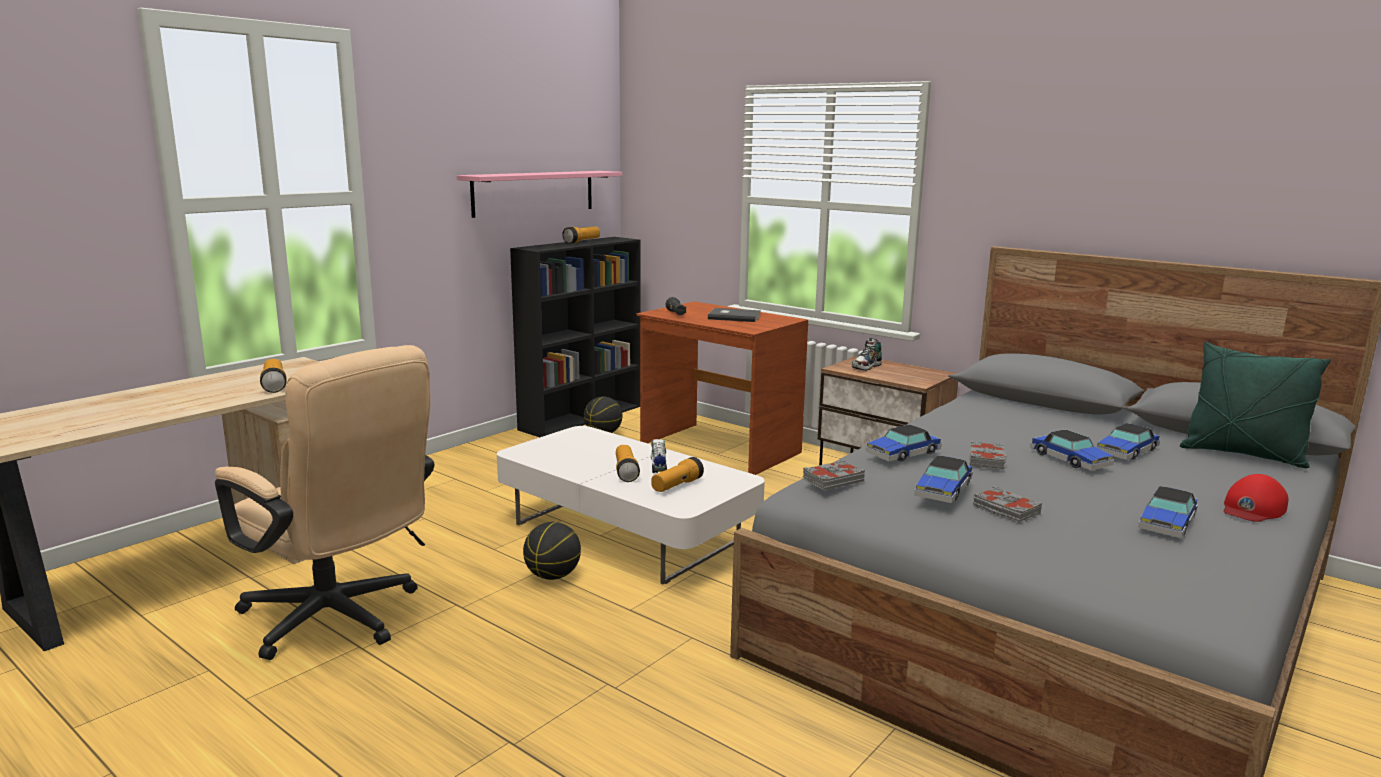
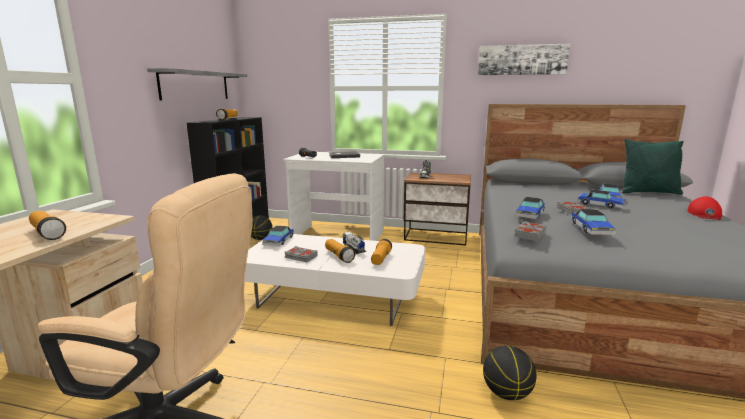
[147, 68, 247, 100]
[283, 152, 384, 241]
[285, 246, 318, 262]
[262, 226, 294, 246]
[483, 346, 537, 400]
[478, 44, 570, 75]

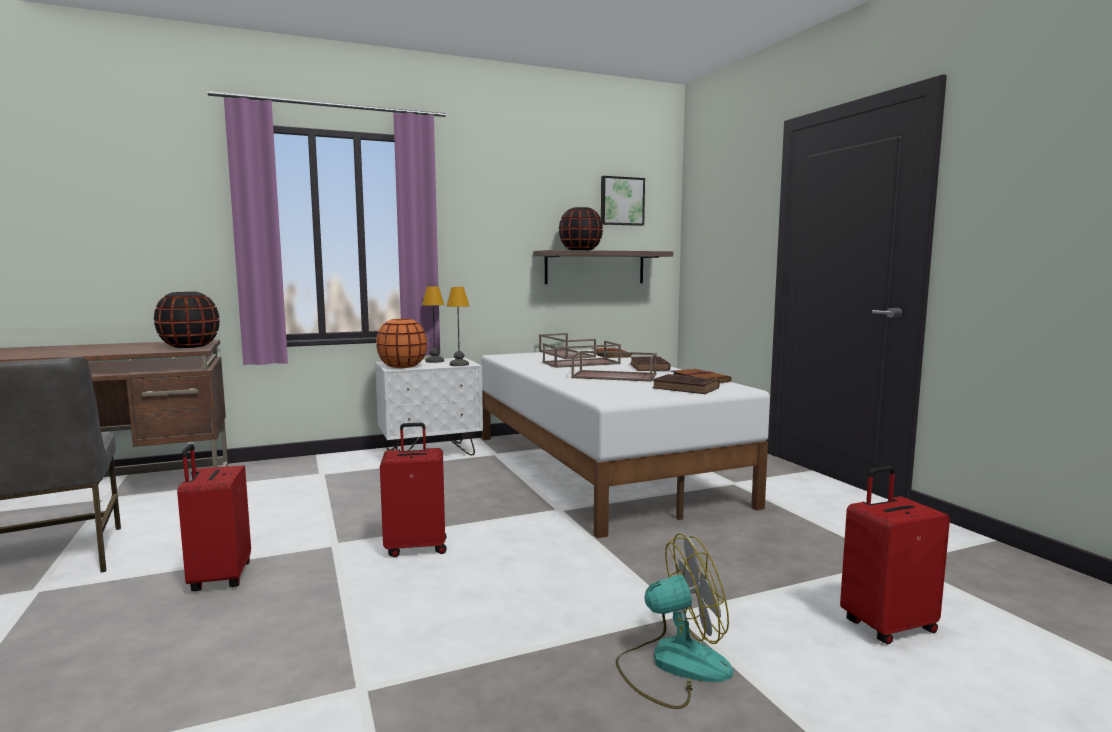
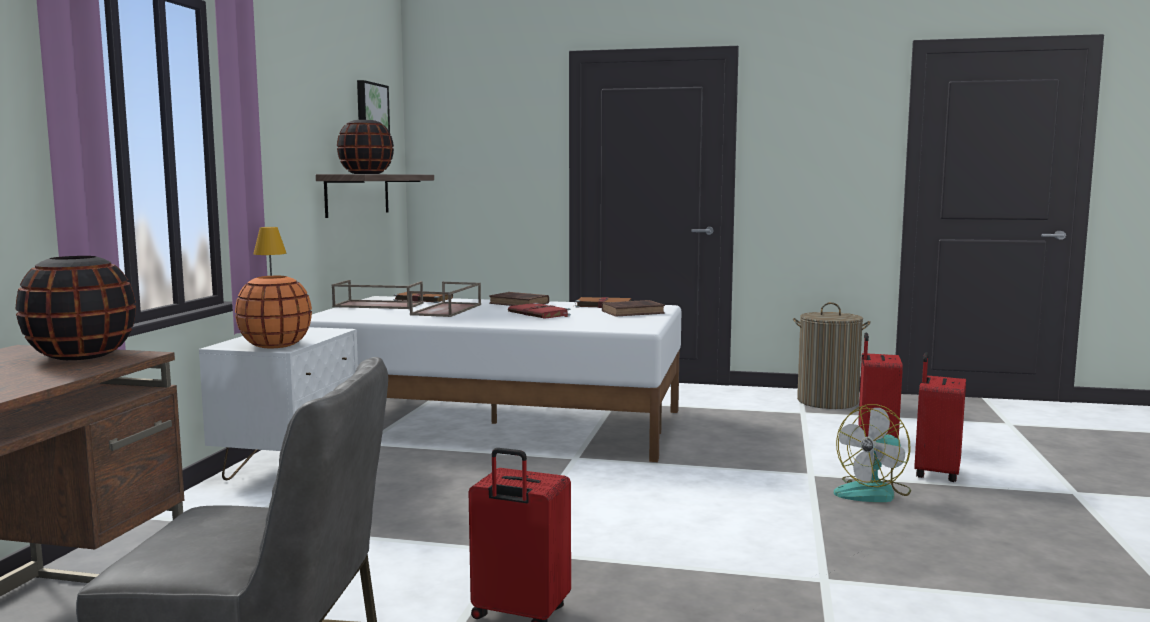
[447, 287, 469, 366] (first image)
[508, 303, 571, 319]
[914, 352, 966, 482]
[834, 404, 911, 502]
[793, 302, 871, 409]

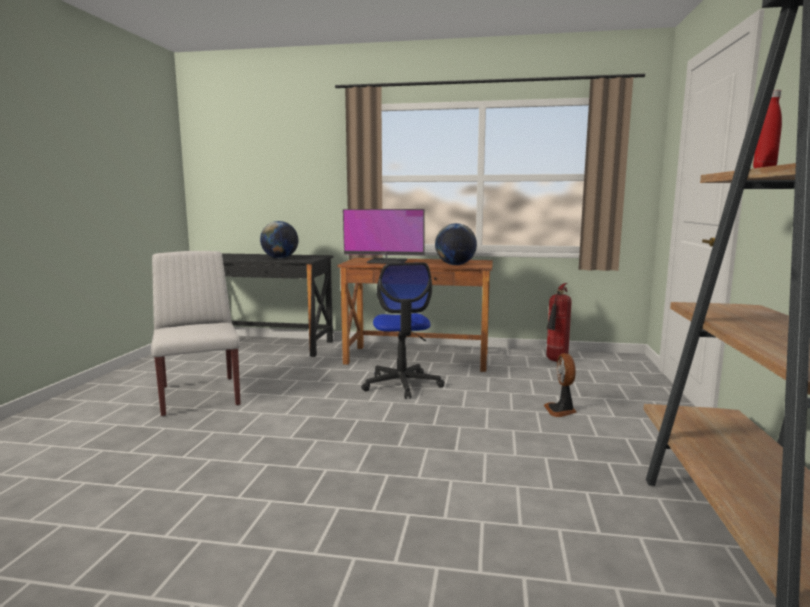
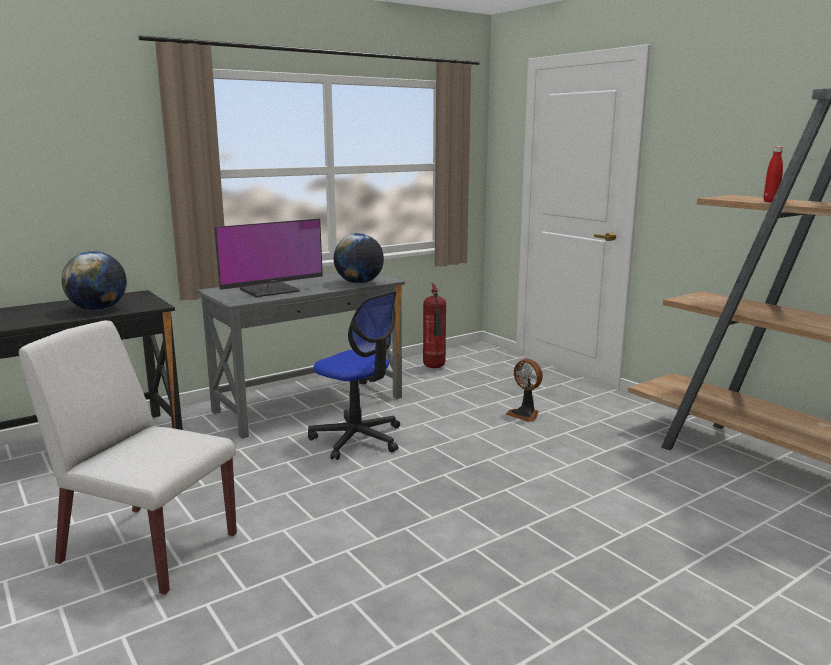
[197, 272, 405, 439]

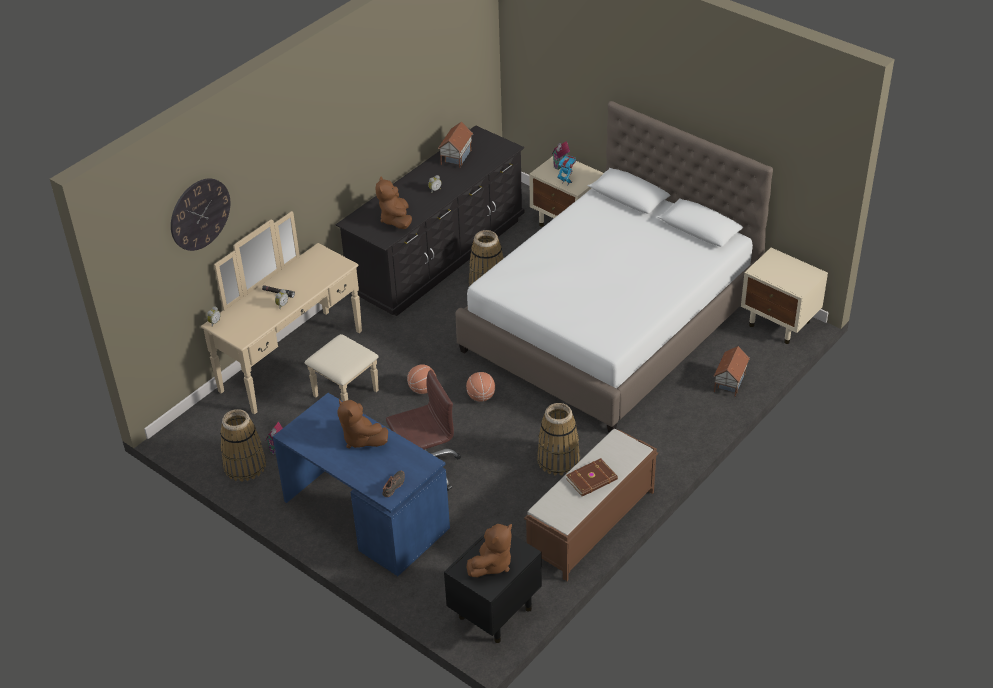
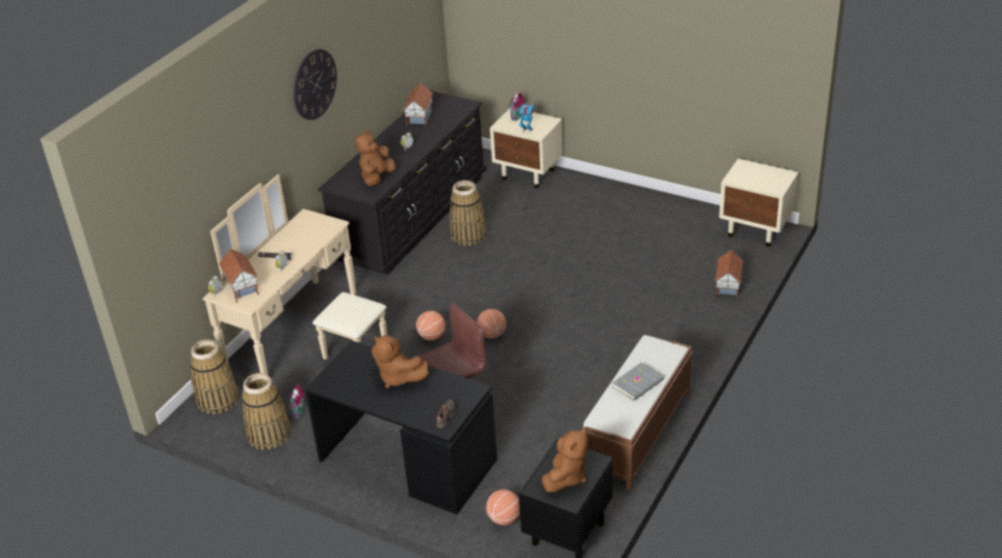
[456, 101, 773, 432] (first image)
[355, 130, 396, 186]
[293, 49, 337, 120]
[305, 340, 497, 514]
[190, 339, 239, 414]
[612, 362, 664, 401]
[219, 249, 259, 303]
[486, 489, 520, 525]

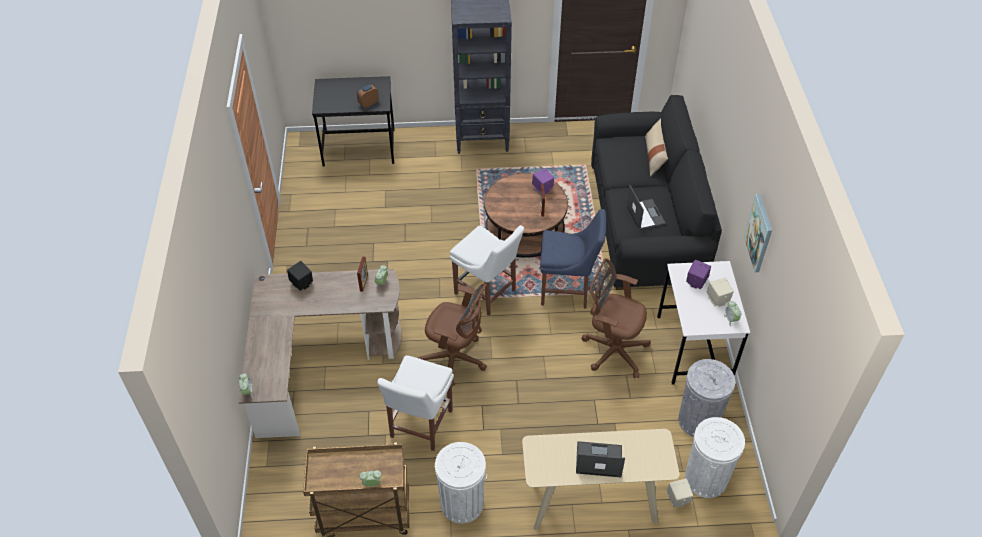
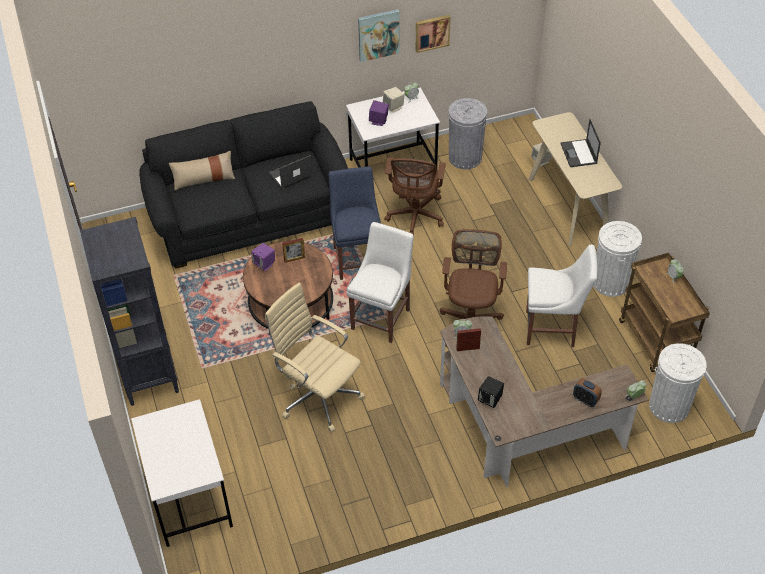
[131, 399, 233, 547]
[573, 378, 602, 407]
[649, 343, 707, 423]
[416, 15, 451, 53]
[265, 282, 366, 433]

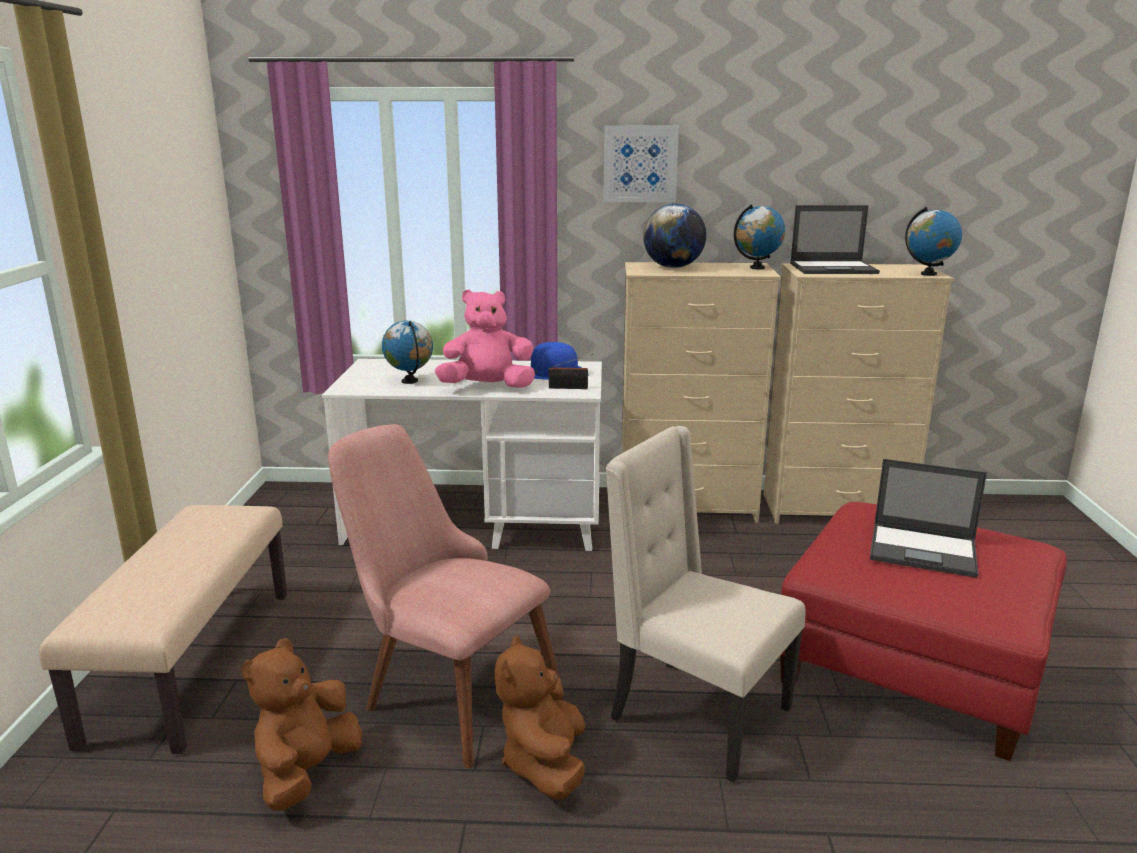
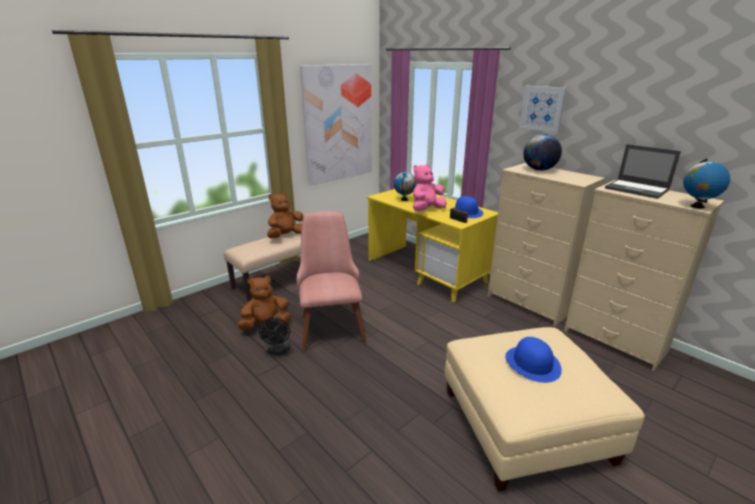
[734, 204, 785, 270] (first image)
[413, 164, 447, 211]
[367, 189, 498, 302]
[606, 426, 806, 782] (first image)
[505, 337, 562, 383]
[445, 327, 645, 491]
[267, 193, 303, 238]
[300, 64, 372, 186]
[259, 316, 290, 355]

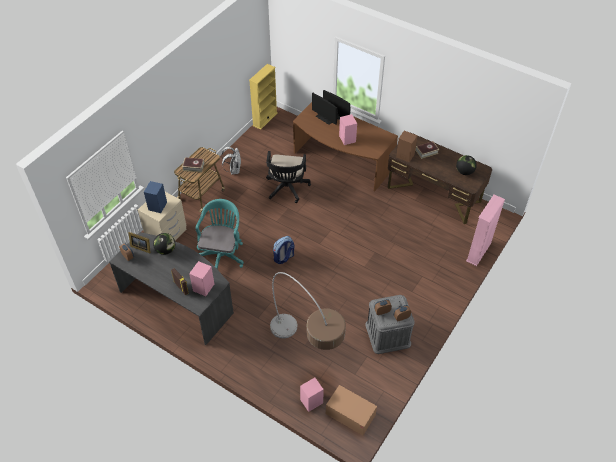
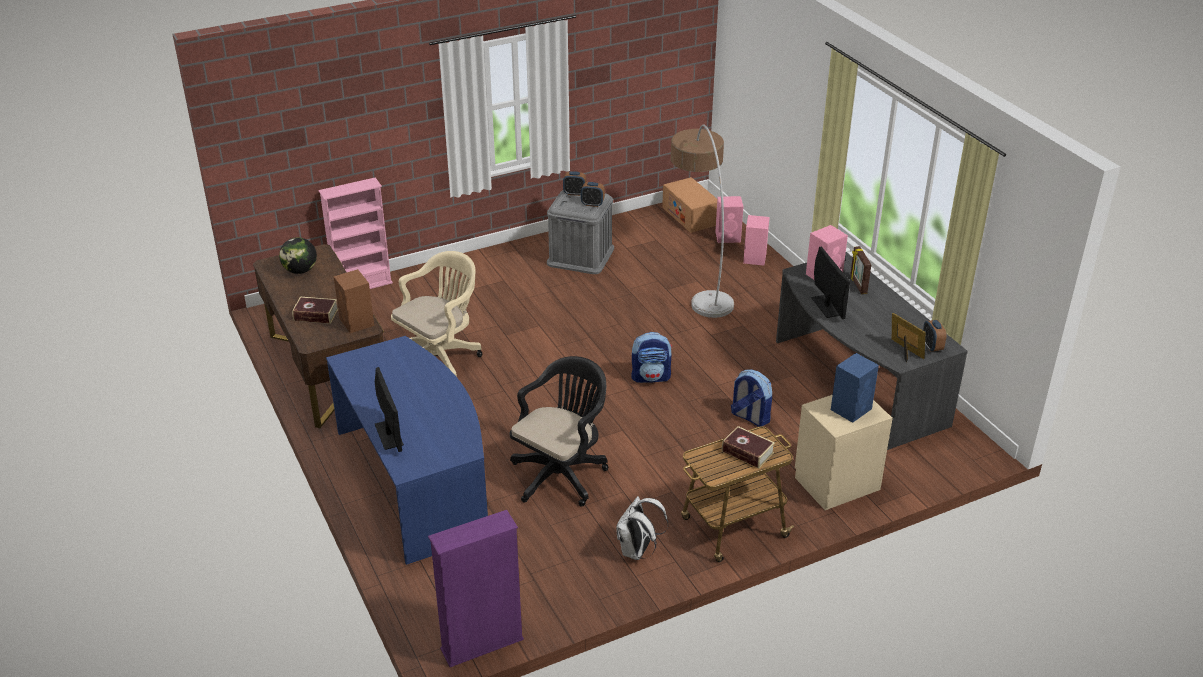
[428, 510, 524, 667]
[811, 247, 850, 319]
[326, 336, 488, 565]
[743, 215, 770, 265]
[731, 369, 772, 427]
[153, 233, 175, 255] (first image)
[391, 251, 482, 377]

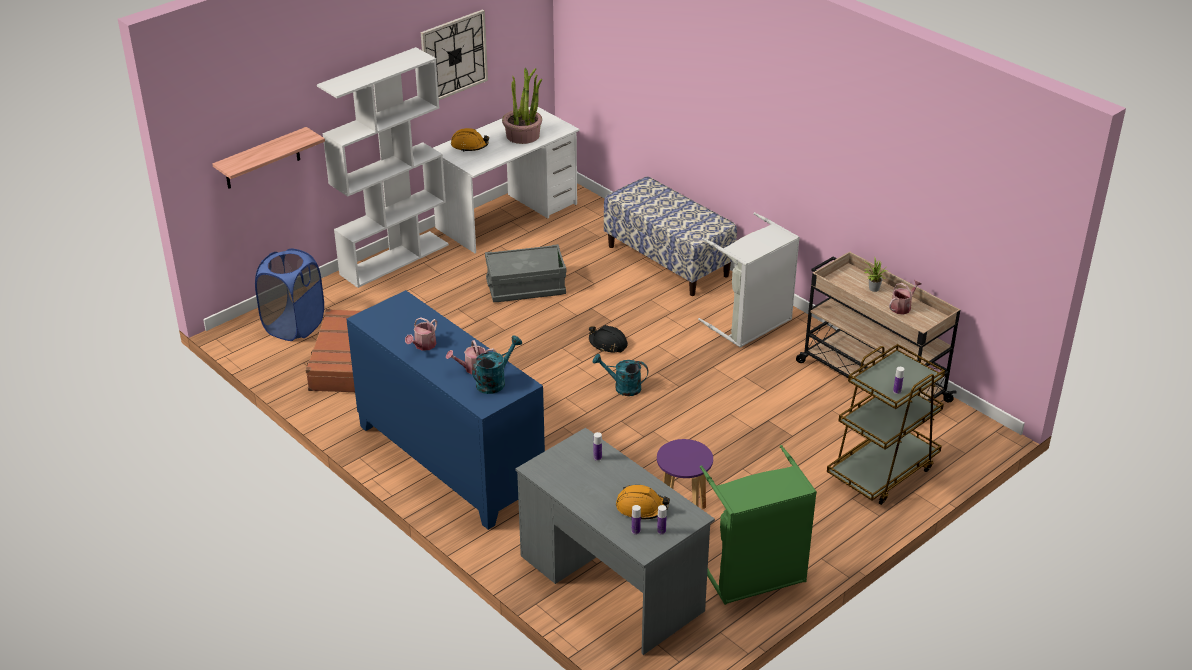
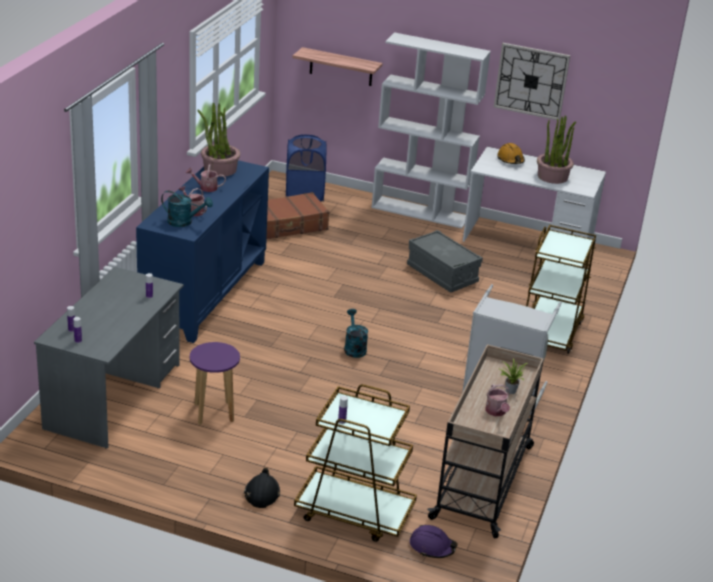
[526, 225, 596, 354]
[485, 384, 510, 416]
[244, 468, 280, 508]
[700, 445, 817, 605] (first image)
[616, 485, 670, 520] (first image)
[197, 102, 240, 177]
[410, 525, 458, 558]

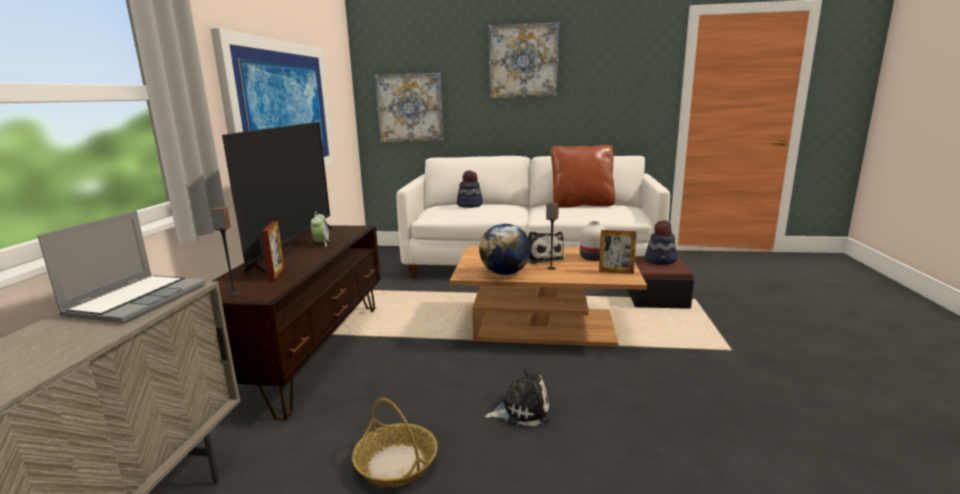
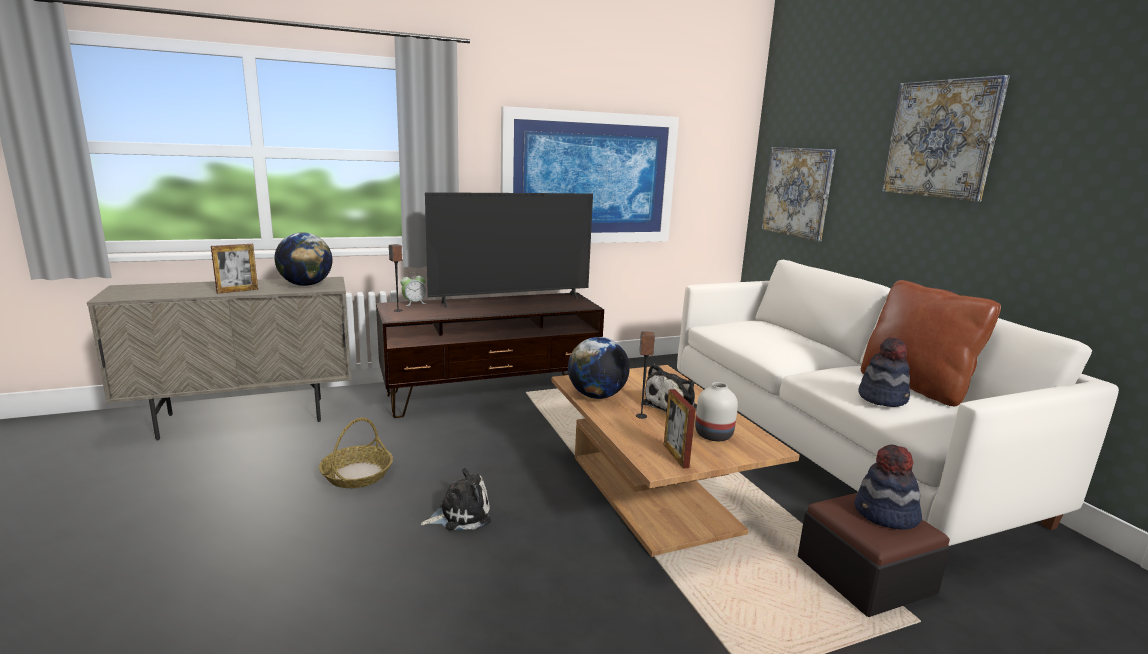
[858, 337, 910, 407]
[275, 232, 333, 286]
[400, 272, 427, 306]
[211, 244, 258, 294]
[421, 468, 491, 530]

